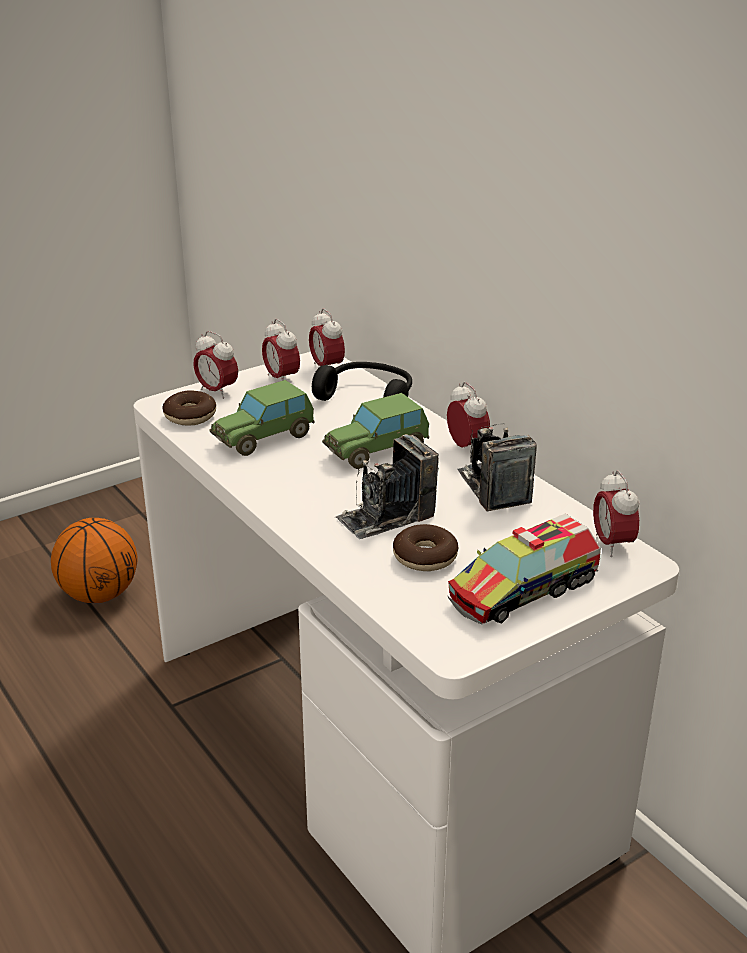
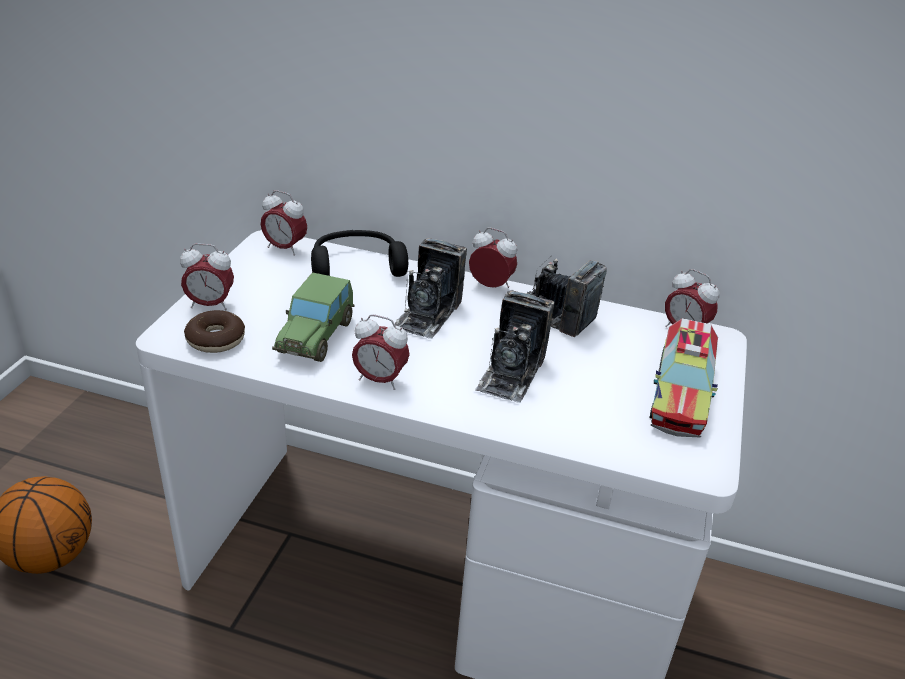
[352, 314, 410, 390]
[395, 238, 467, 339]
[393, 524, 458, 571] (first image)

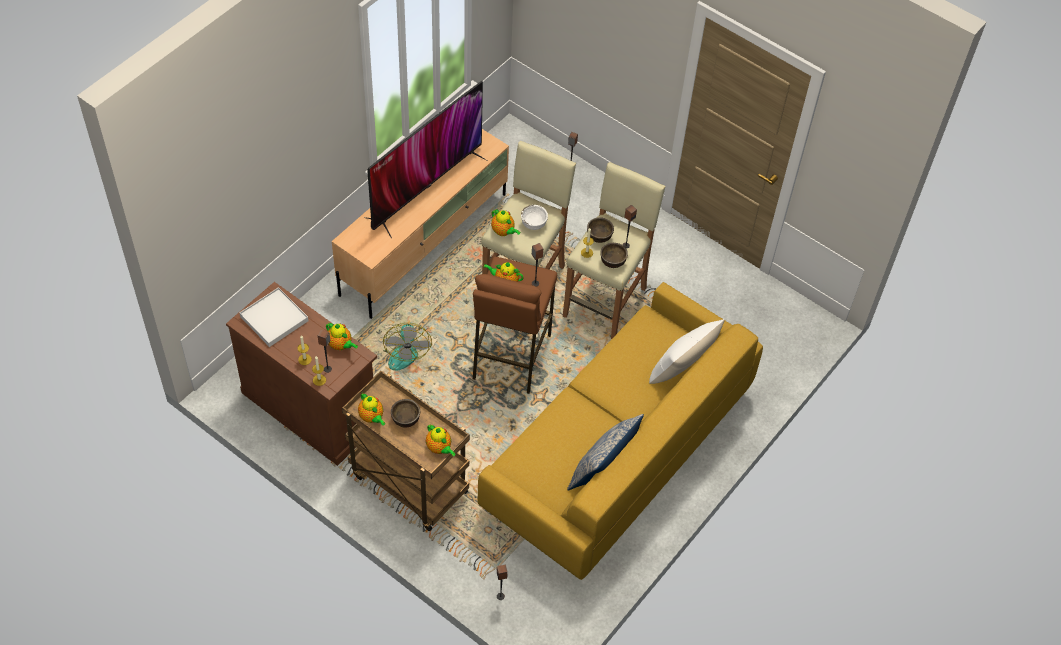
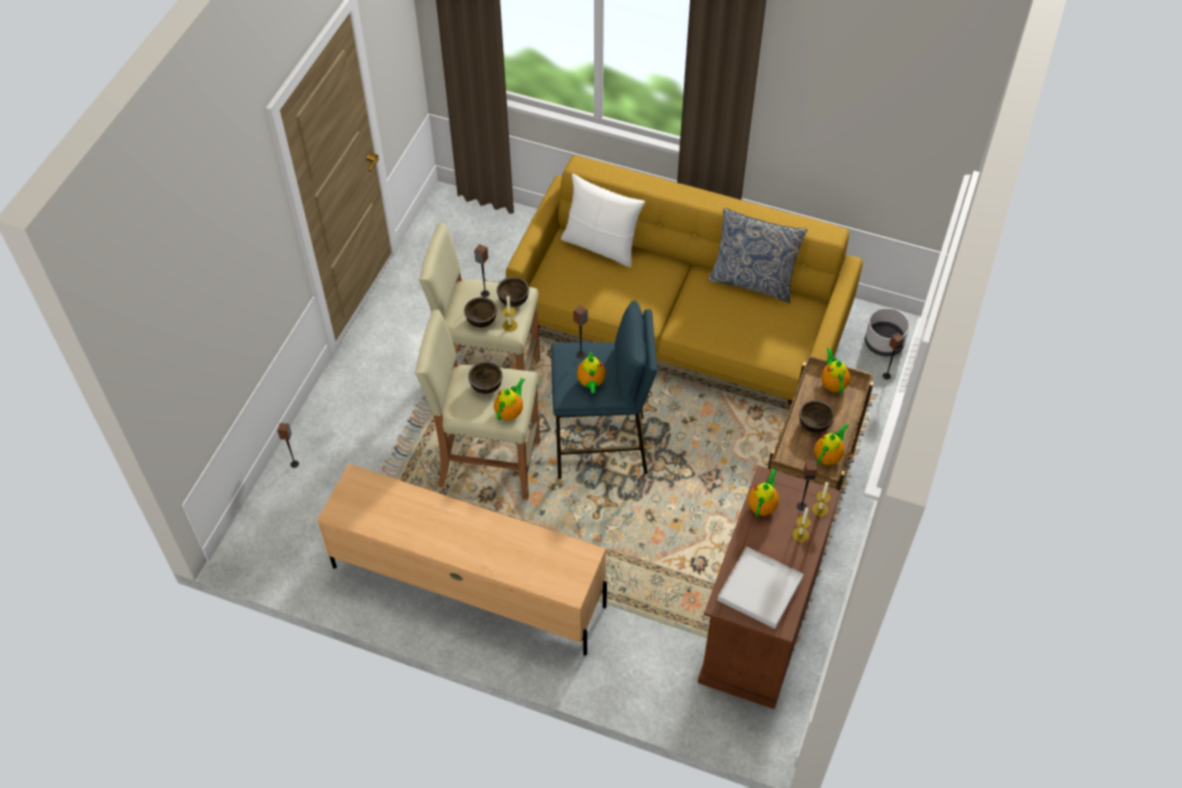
[364, 81, 487, 238] (first image)
[468, 362, 503, 394]
[551, 301, 657, 479]
[383, 323, 432, 371] (first image)
[821, 348, 850, 393]
[865, 308, 909, 356]

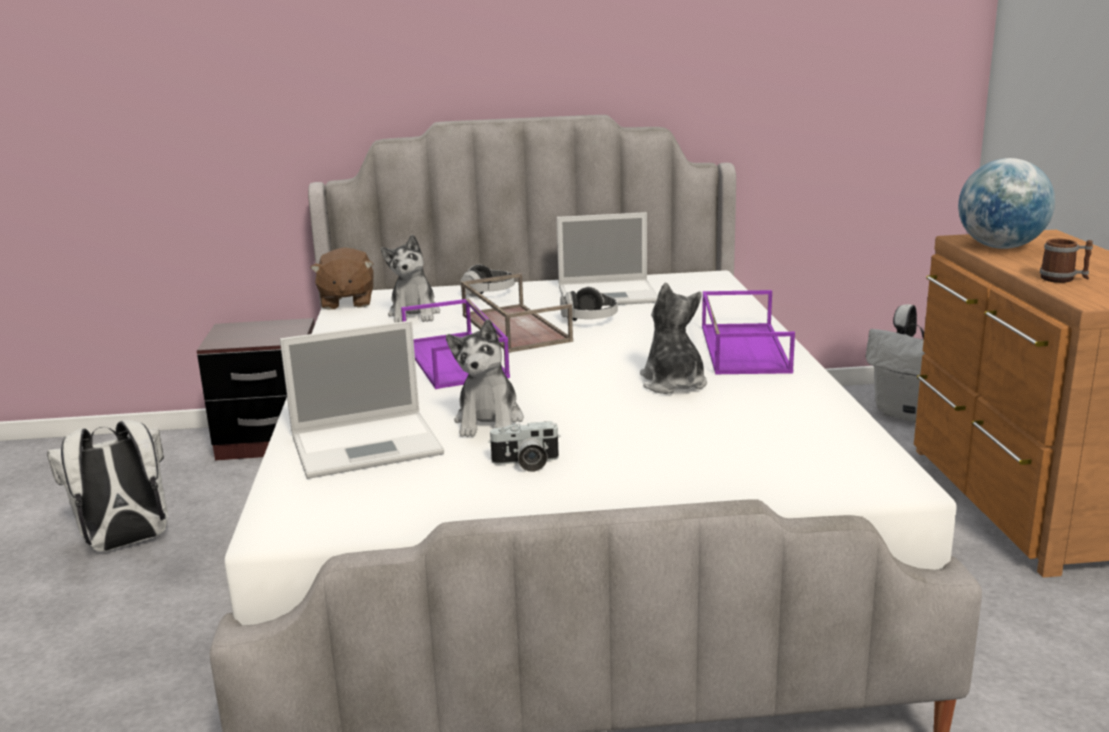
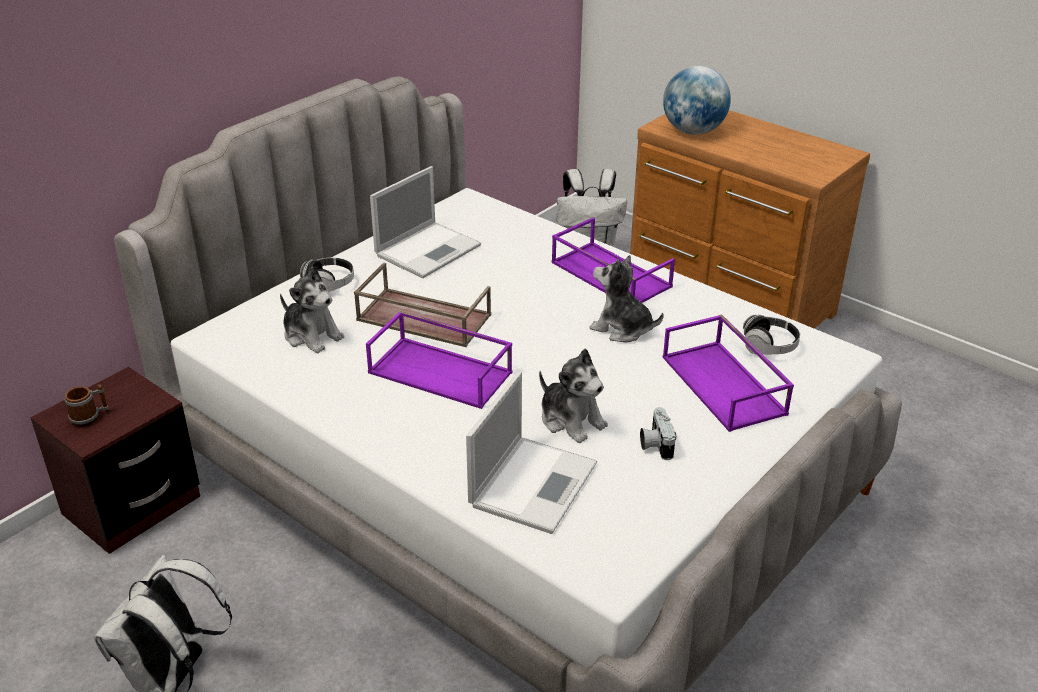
[64, 384, 111, 427]
[310, 247, 373, 310] (first image)
[743, 315, 800, 354]
[640, 407, 676, 460]
[663, 314, 794, 432]

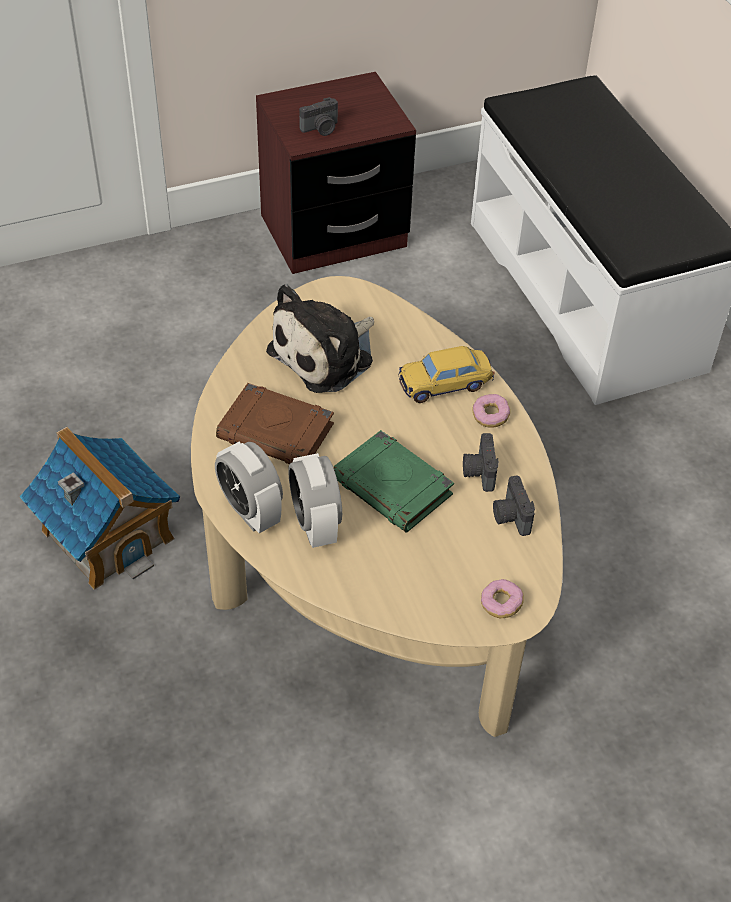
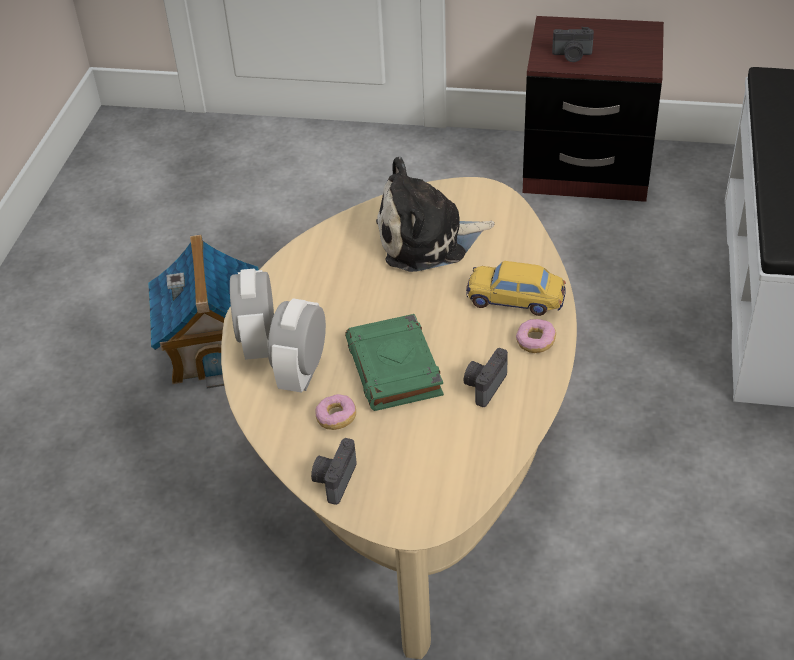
[216, 383, 334, 464] (first image)
[311, 438, 357, 505]
[315, 394, 356, 430]

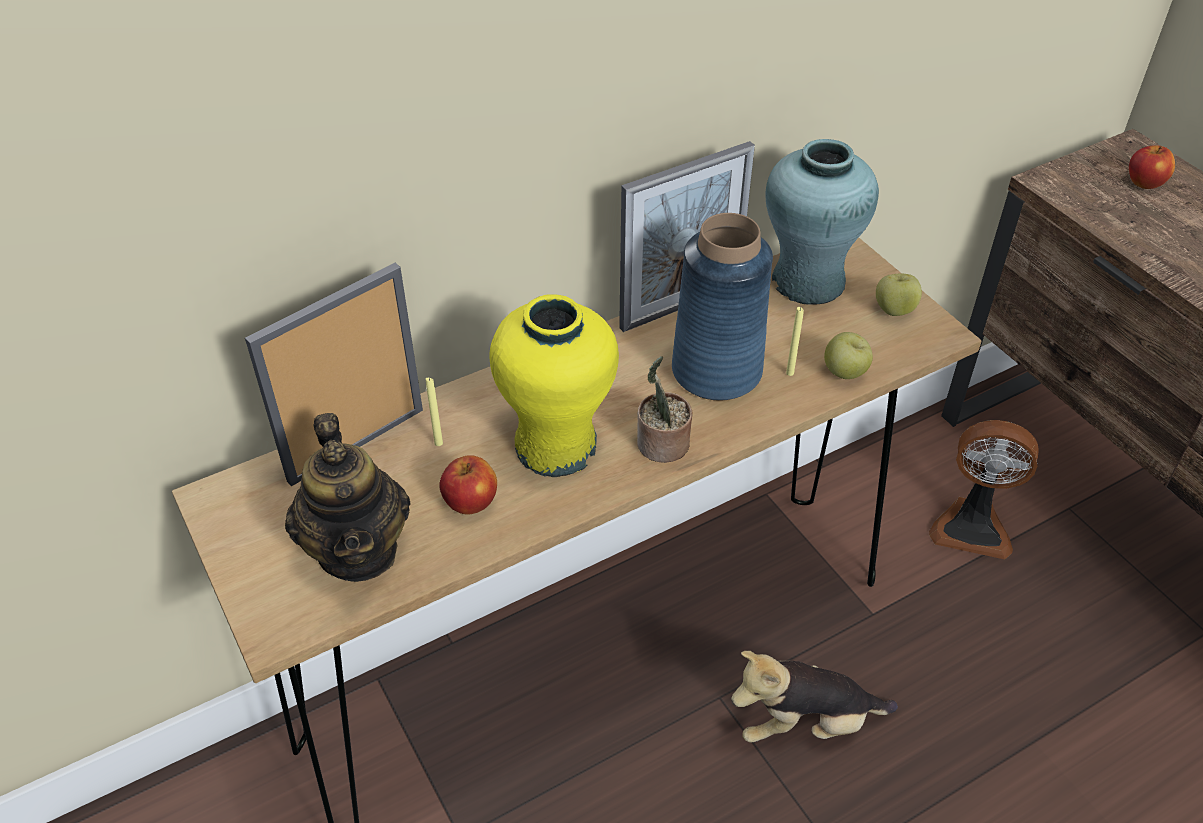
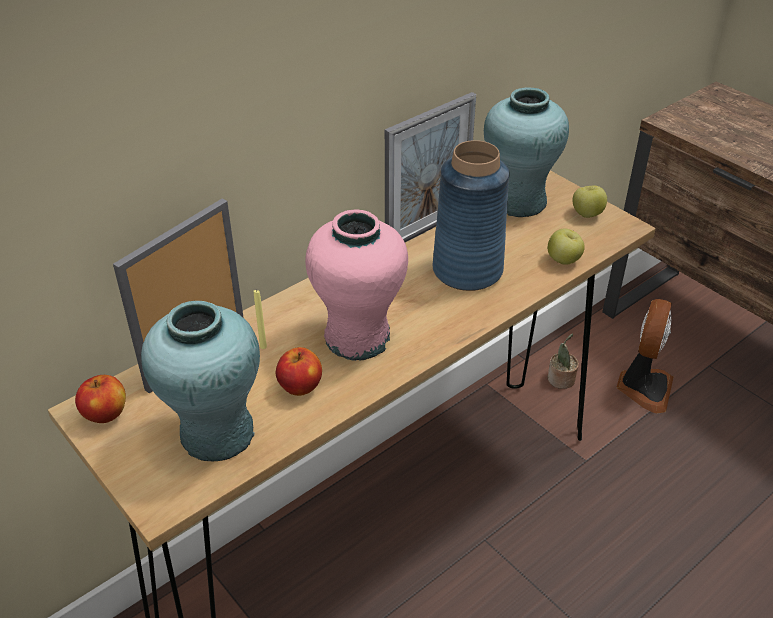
[75, 375, 126, 423]
[305, 210, 408, 361]
[786, 307, 804, 376] (first image)
[548, 334, 579, 389]
[141, 301, 260, 461]
[616, 299, 674, 413]
[731, 651, 898, 743] (first image)

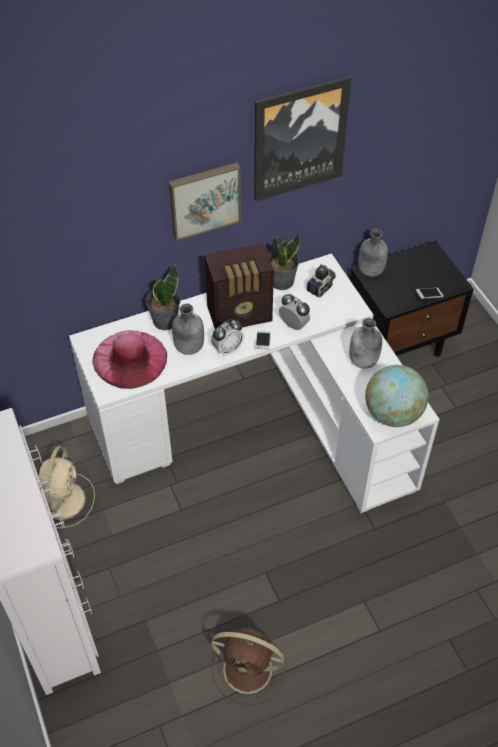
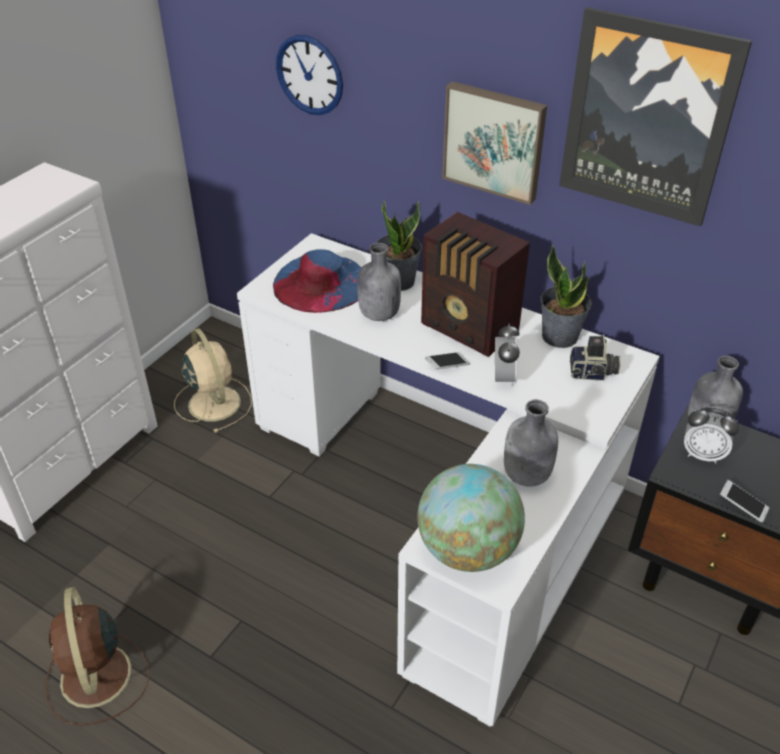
[684, 407, 739, 464]
[273, 249, 361, 313]
[174, 328, 252, 433]
[276, 35, 343, 115]

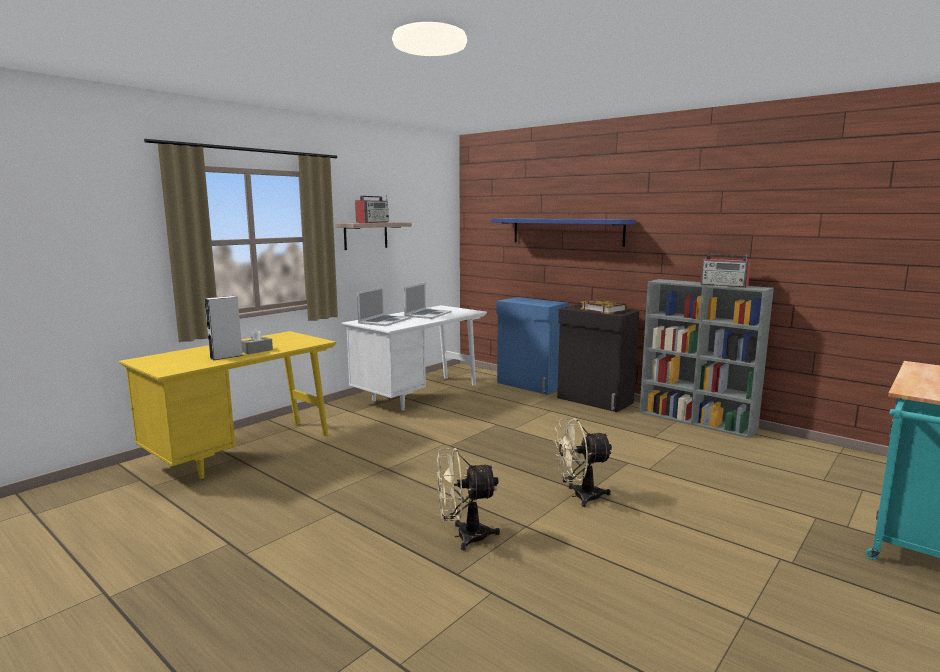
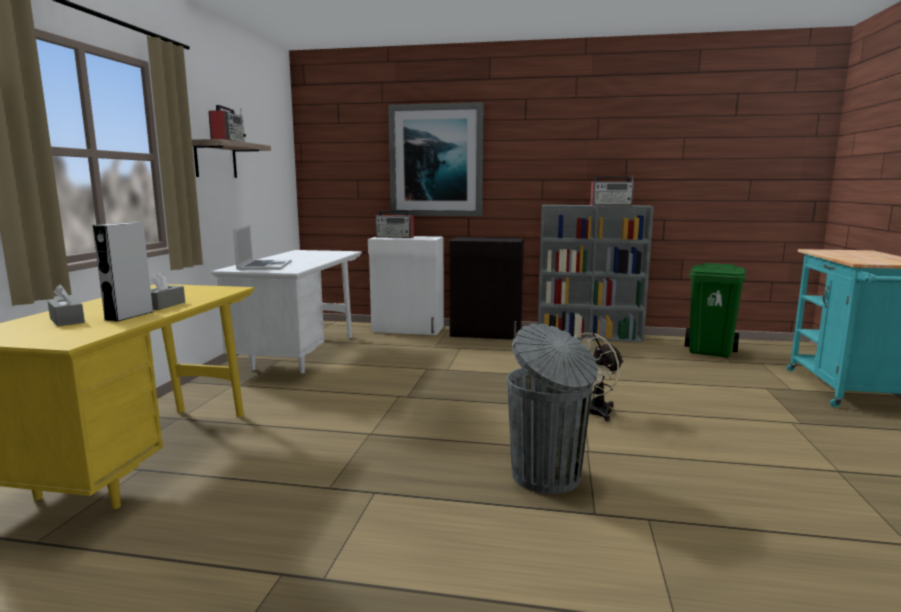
[388, 102, 484, 216]
[404, 282, 452, 319] (first image)
[368, 236, 444, 335]
[580, 299, 627, 314] (first image)
[507, 324, 598, 494]
[375, 211, 414, 238]
[685, 263, 746, 357]
[48, 284, 85, 326]

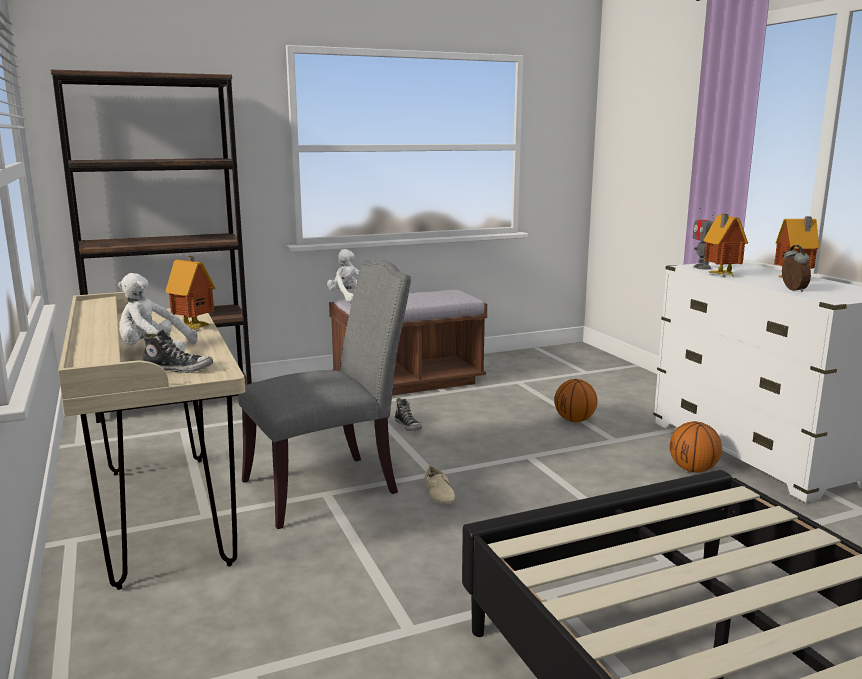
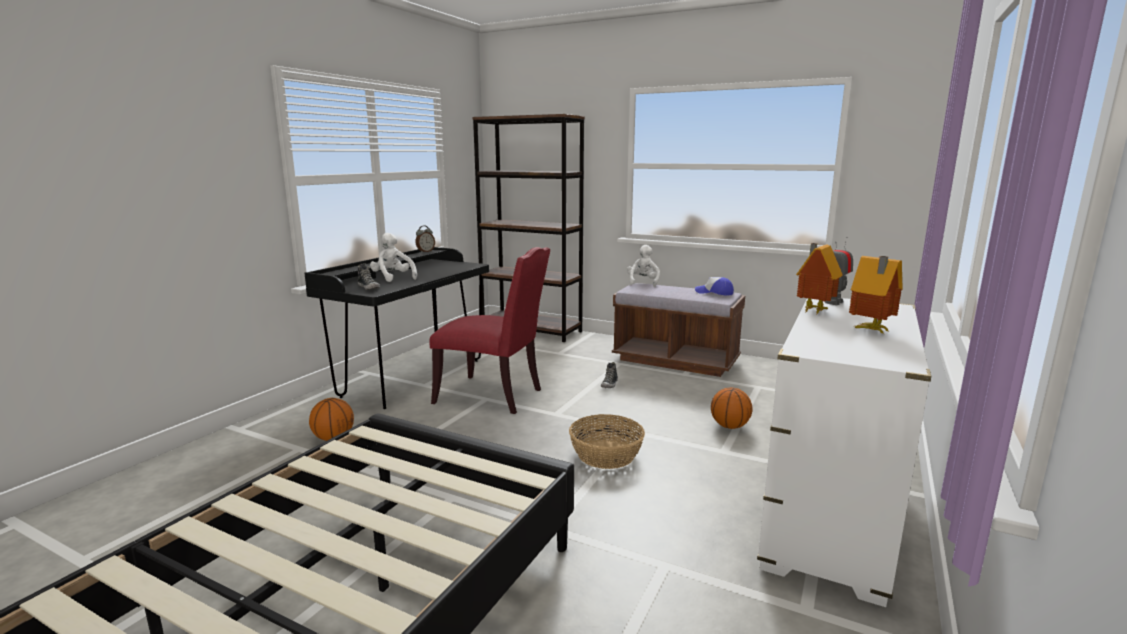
[415, 226, 435, 253]
[165, 256, 216, 329] (first image)
[430, 247, 550, 414]
[305, 247, 489, 409]
[309, 398, 354, 441]
[425, 465, 455, 504] (first image)
[695, 277, 734, 295]
[569, 414, 645, 469]

